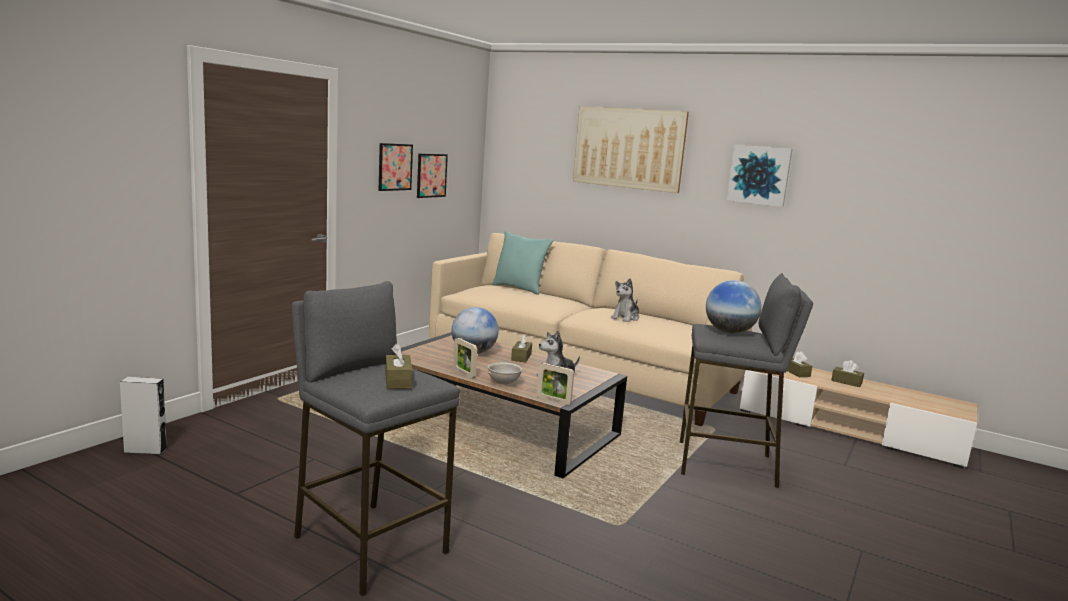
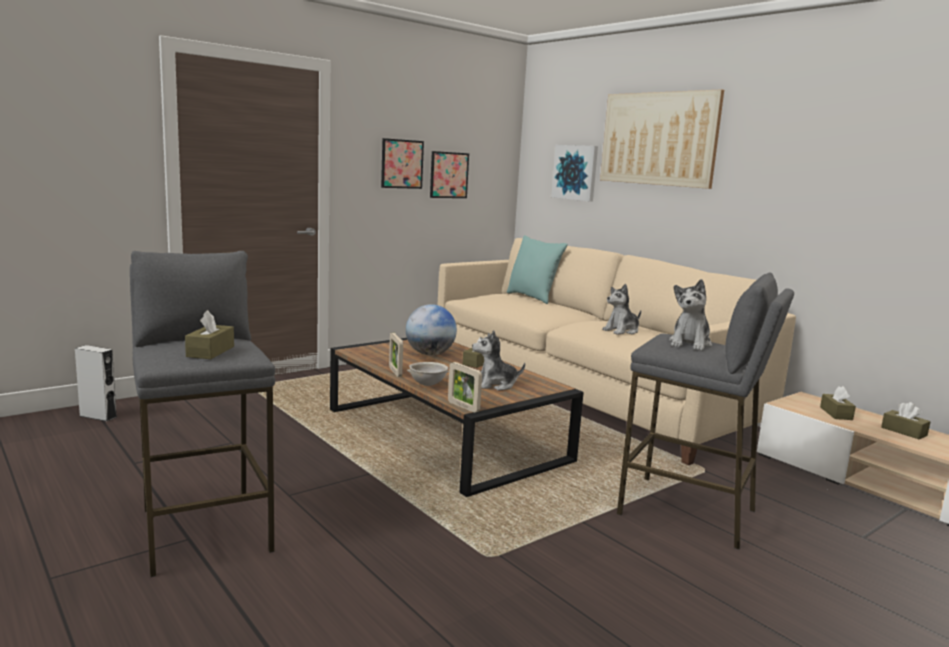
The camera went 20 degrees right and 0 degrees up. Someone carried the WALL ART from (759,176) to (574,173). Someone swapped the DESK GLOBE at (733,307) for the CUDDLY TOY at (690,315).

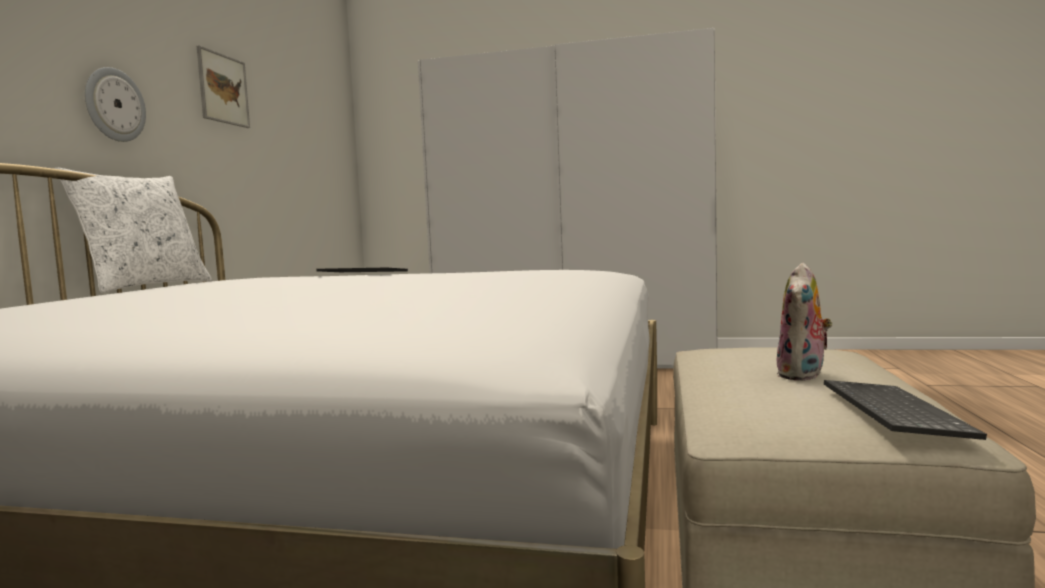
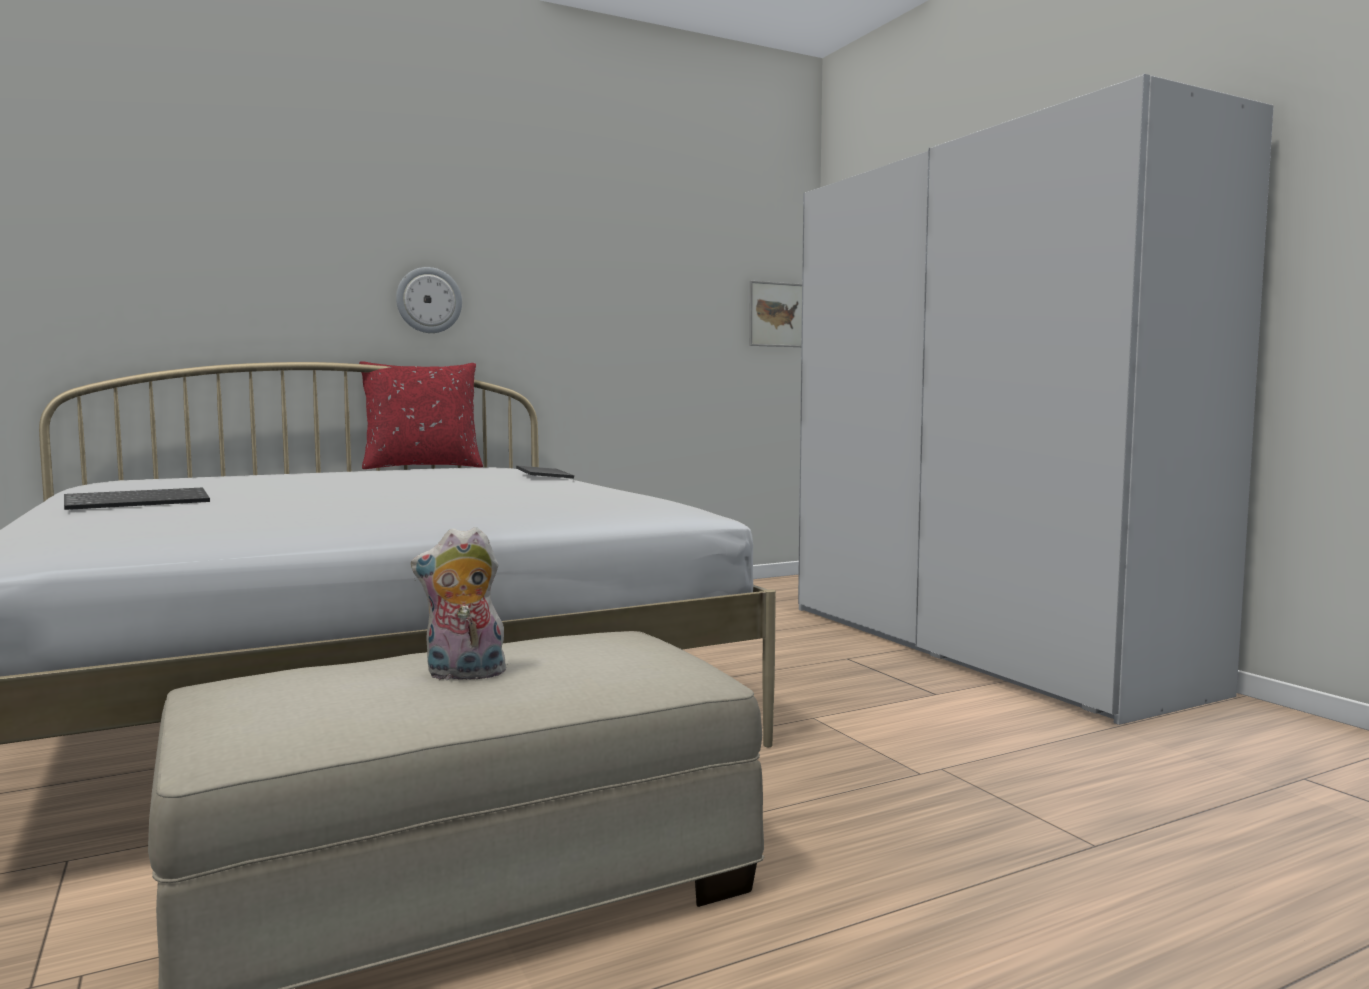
The camera went 50 degrees right and 0 degrees up. Someone carried the WALL ART from (223,86) to (775,314). Someone carried the KEYBOARD from (905,410) to (137,498). Someone repainted the WHITE THROW PILLOW at (133,230), which became the RED THROW PILLOW at (421,415).

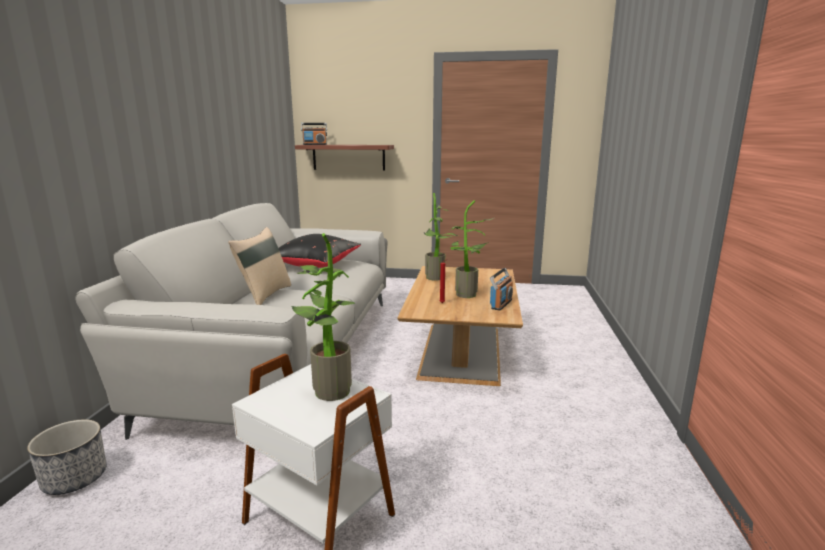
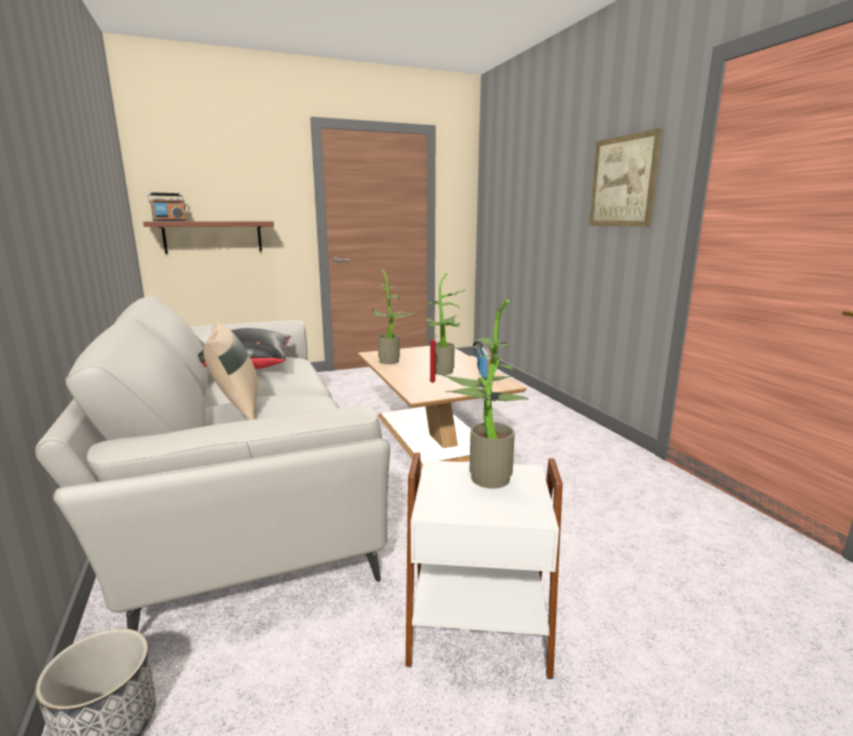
The camera went 30 degrees left and 0 degrees up. Someone put up the WALL ART at (625,177).

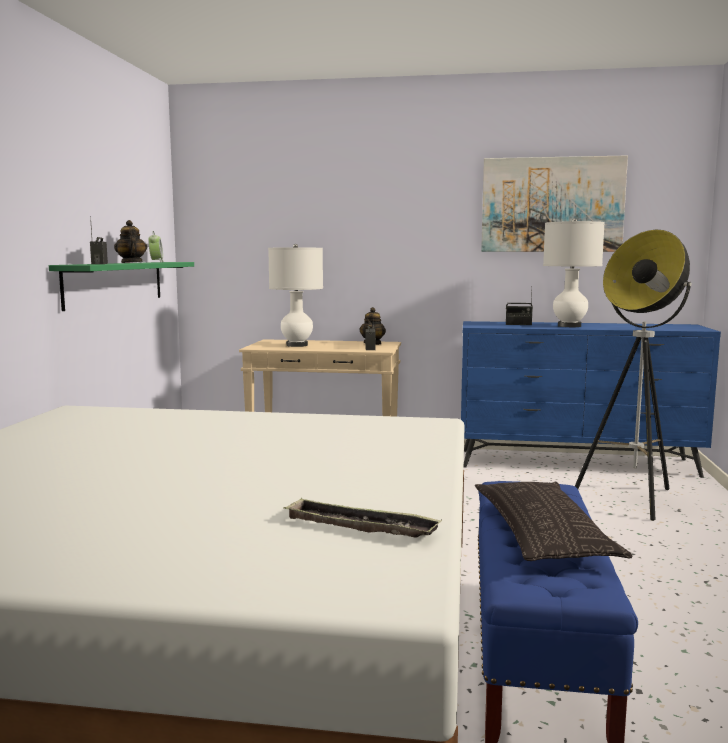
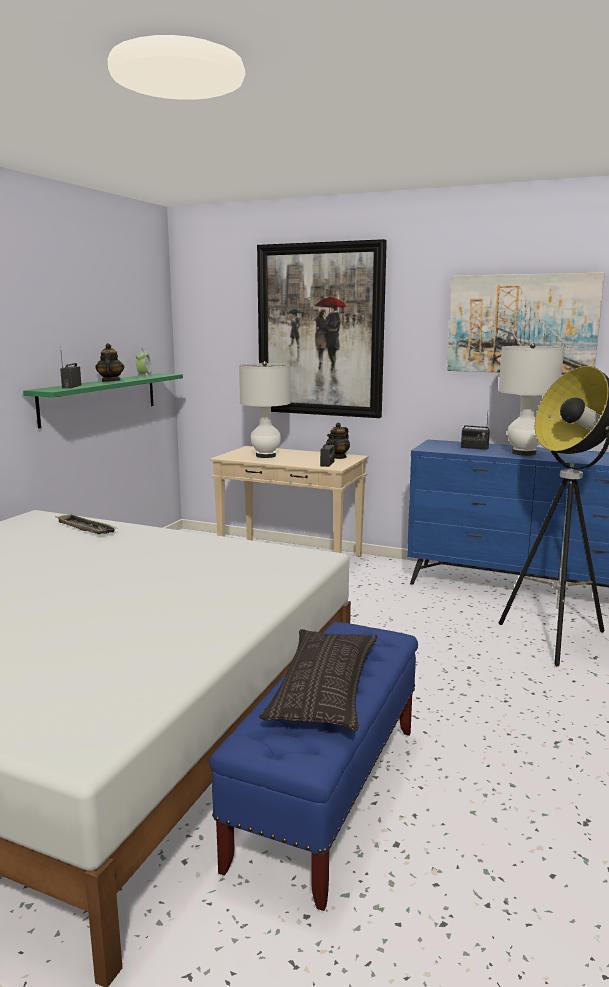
The camera went 15 degrees right and 5 degrees up. Someone put up the WALL ART at (322,328). Someone carried the TRAY from (362,518) to (86,523).

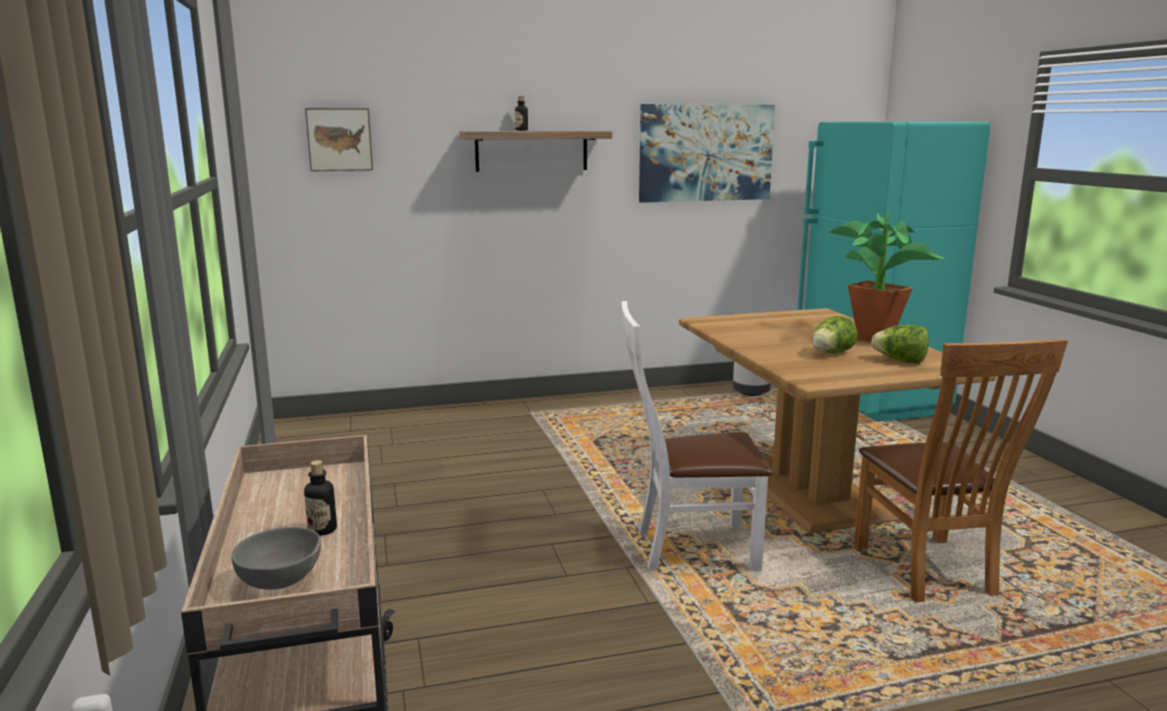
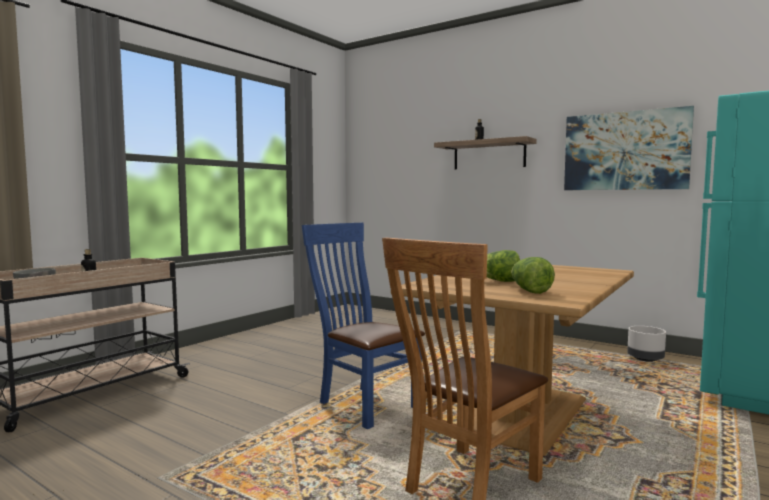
The camera went 50 degrees right and 10 degrees down. Someone took away the WALL ART at (339,139). Someone took away the PLANT IN A POT at (885,276). Someone repainted the WHITE CHAIR at (697,436), which became the BLUISH CHAIR at (363,326).

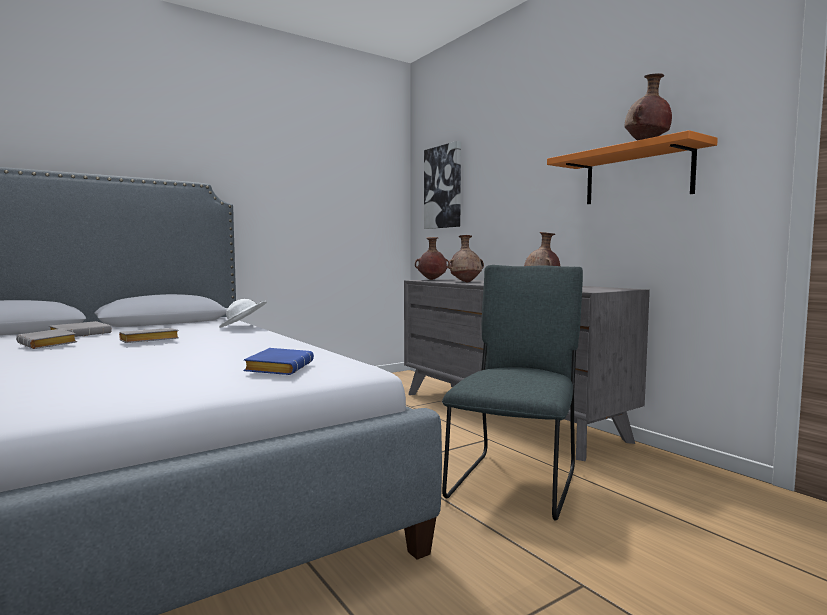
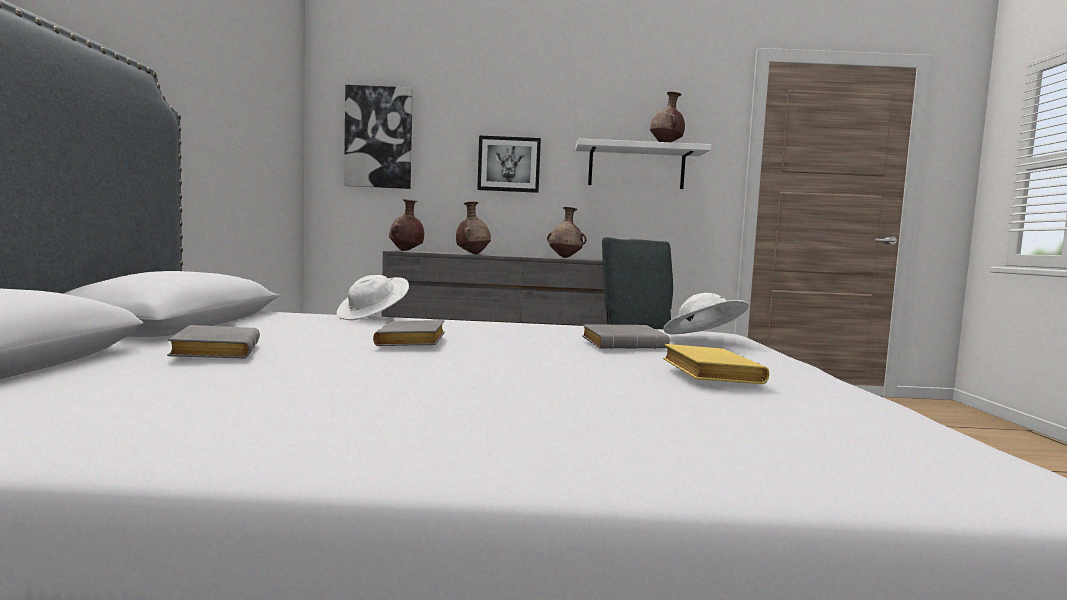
The camera went 55 degrees left and 0 degrees up. Someone put up the WALL ART at (509,164). Someone put down the YELLOW BOUND BOOK at (716,364). Someone carried the GREY BOUND BOOK from (46,339) to (625,336). Someone swapped the BLUISH BOUND BOOK at (278,361) for the WHITE WEARABLE HAT at (706,314). Someone repainted the ORANGE BRACKET SHELF at (632,167), which became the WHITE BRACKET SHELF at (643,164).

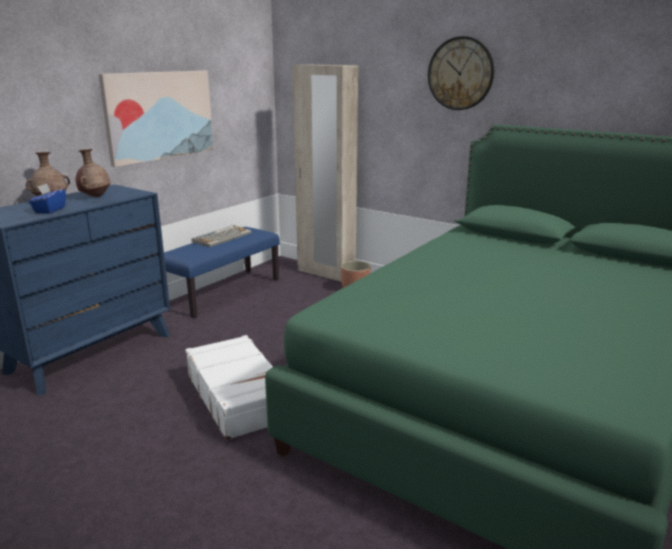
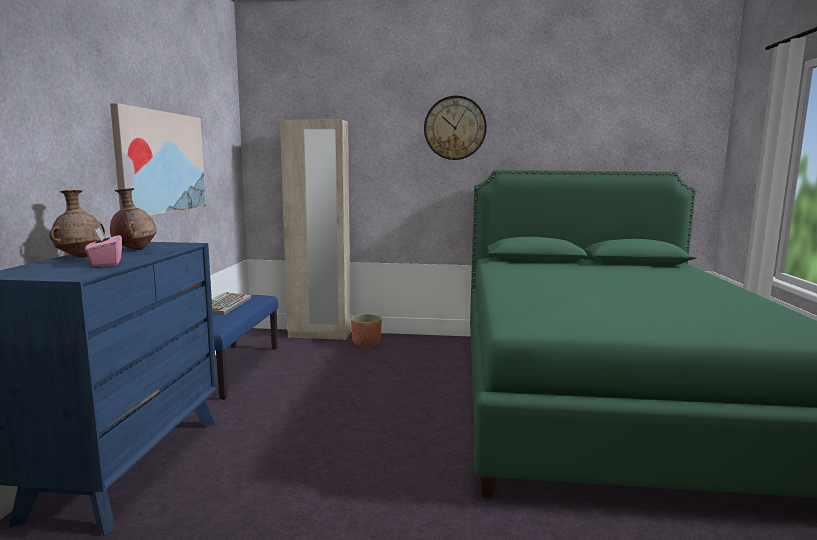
The camera went 30 degrees left and 10 degrees down. Someone took away the WHITE PIECE OF LUGGAGE at (229,387). Someone repainted the BLUISH TISSUE HOLDER at (47,198), which became the PINK-COLOURED TISSUE HOLDER at (103,247).

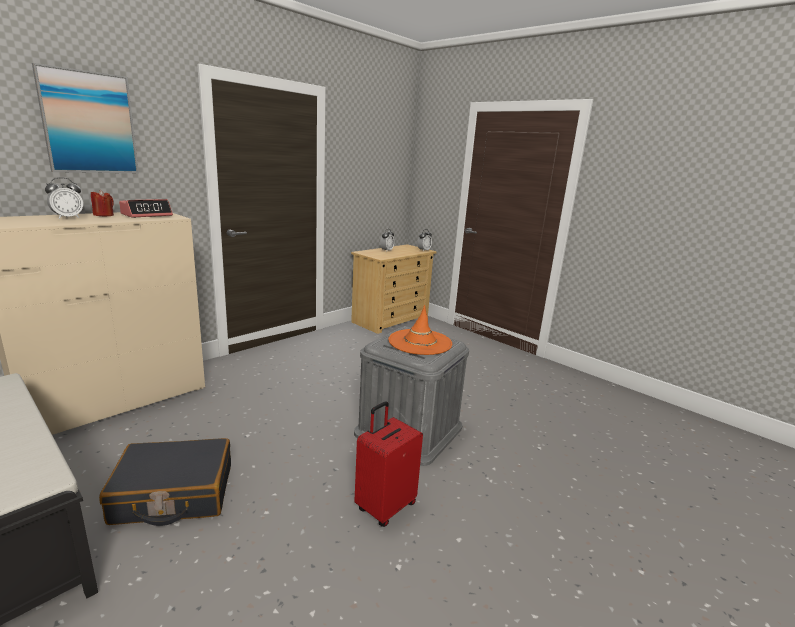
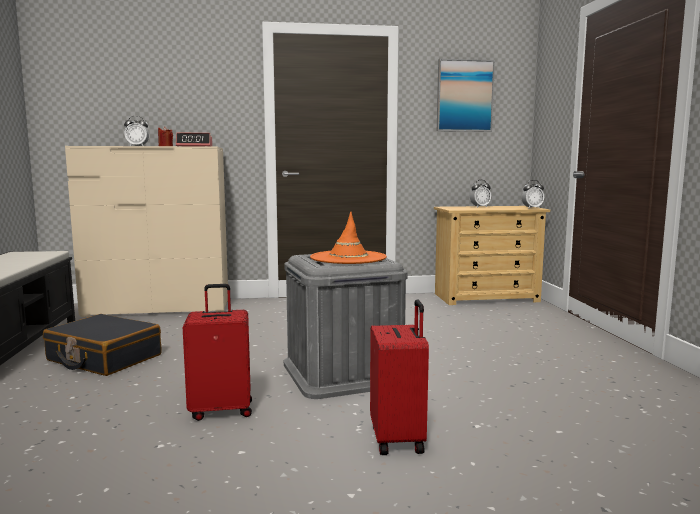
The camera went 40 degrees right and 10 degrees down. Someone put down the RED PIECE OF LUGGAGE at (399,377). Someone carried the WALL ART from (85,118) to (466,95).

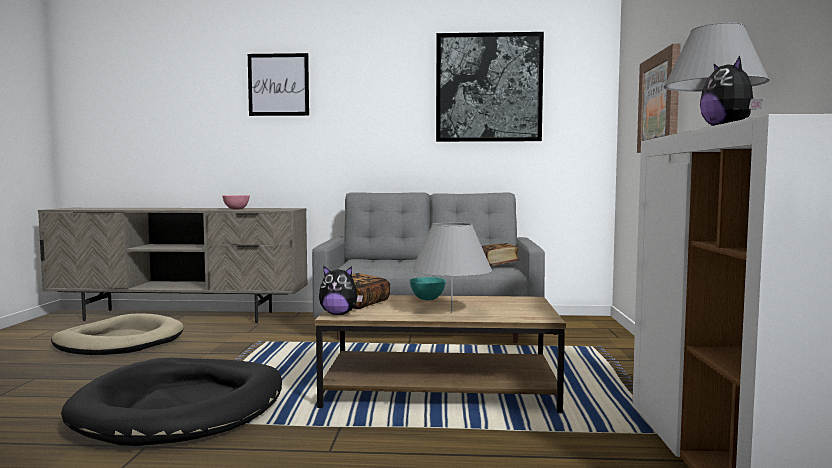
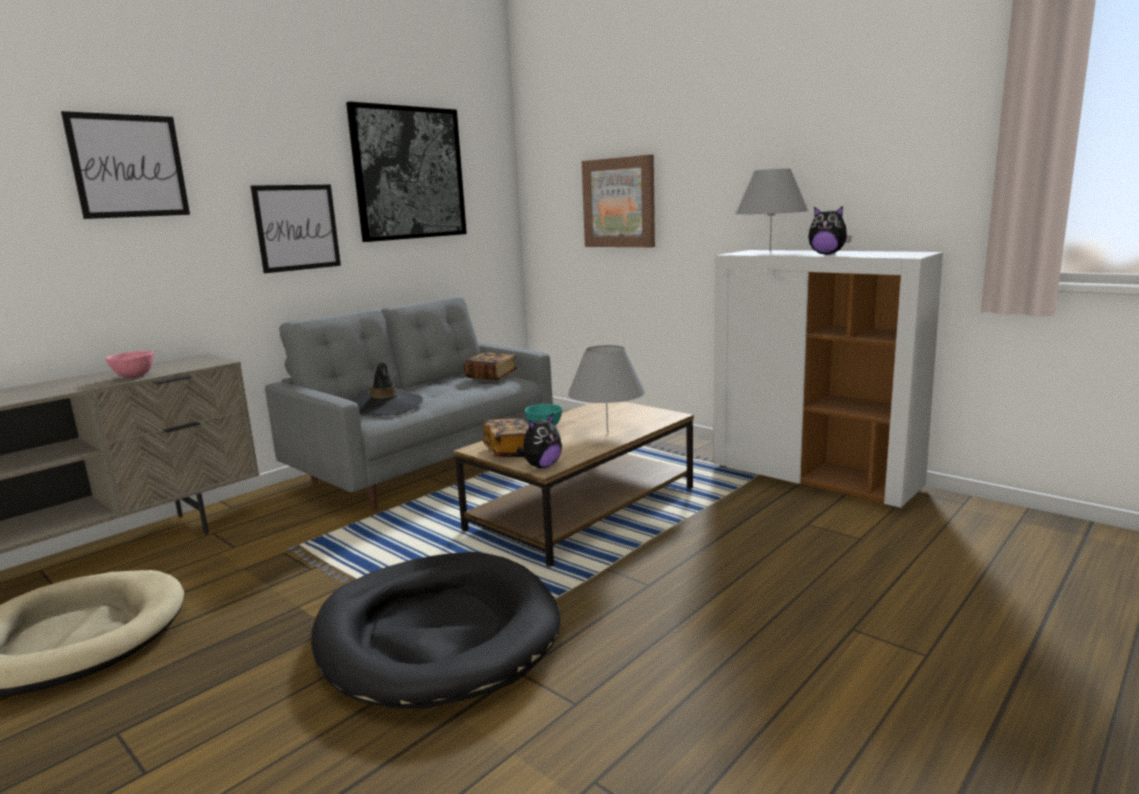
The camera went 50 degrees left and 10 degrees up. Someone put up the WALL ART at (296,229). Someone put down the BLACK-COLOURED WEARABLE HAT at (387,388).

